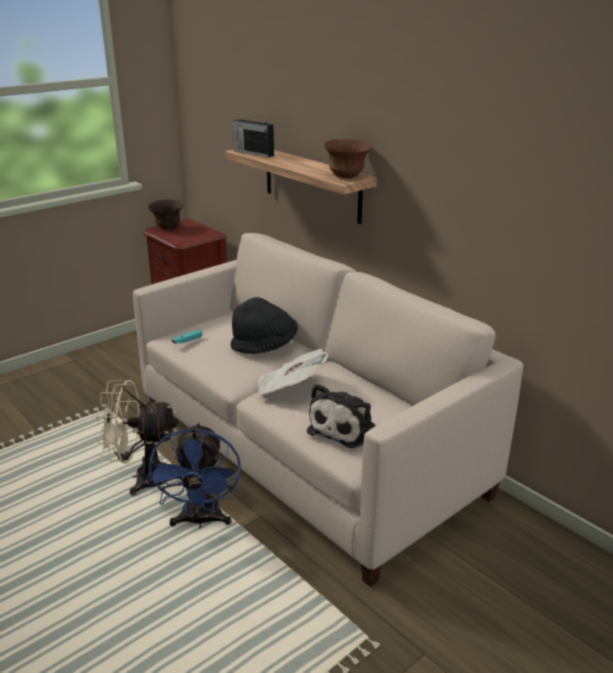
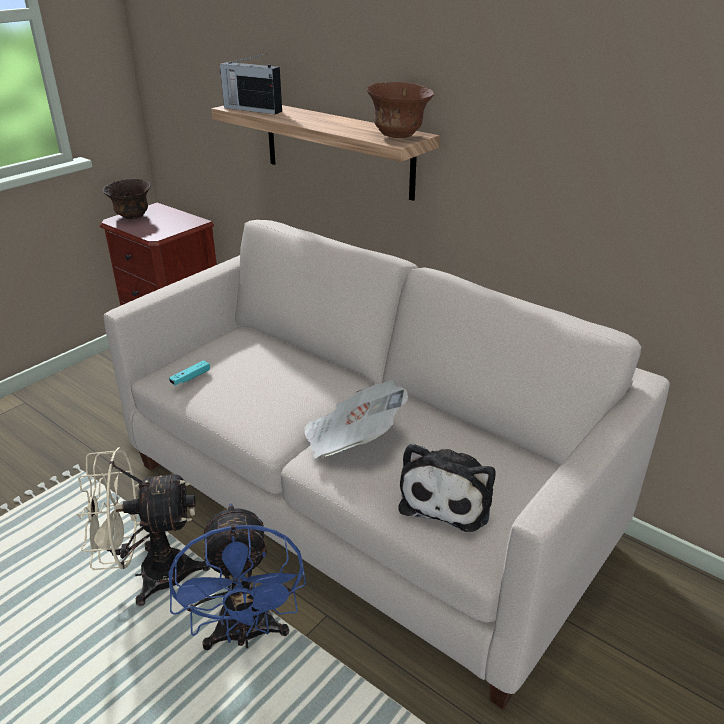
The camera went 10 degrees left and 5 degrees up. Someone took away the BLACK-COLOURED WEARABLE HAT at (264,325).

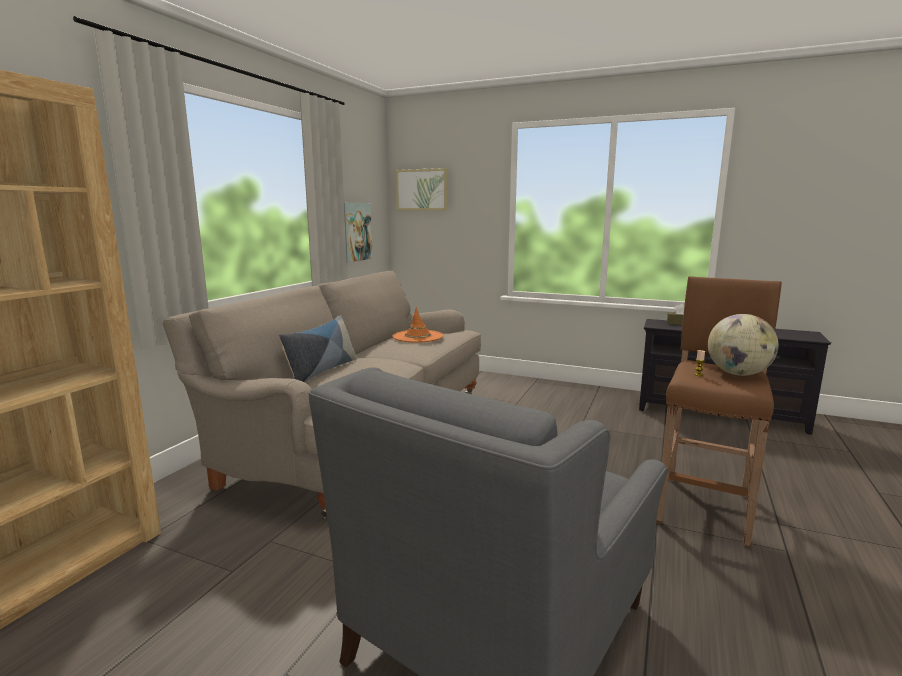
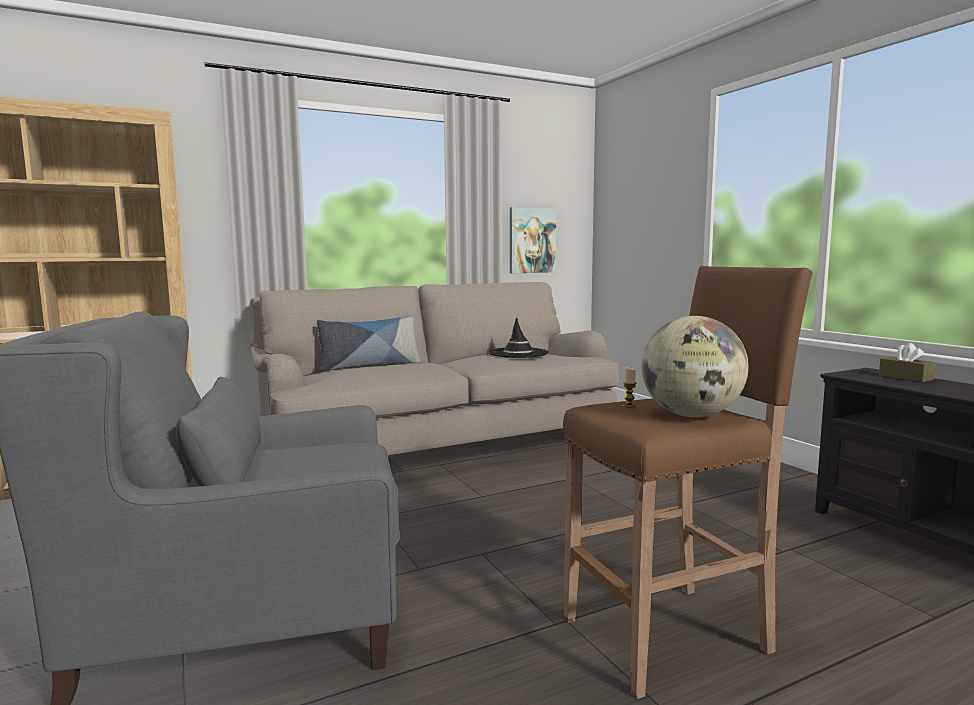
The camera went 40 degrees right and 5 degrees down. Someone took away the WALL ART at (422,189). Someone repainted the ORANGE WEARABLE HAT at (418,325), which became the BLACK-COLOURED WEARABLE HAT at (518,337).

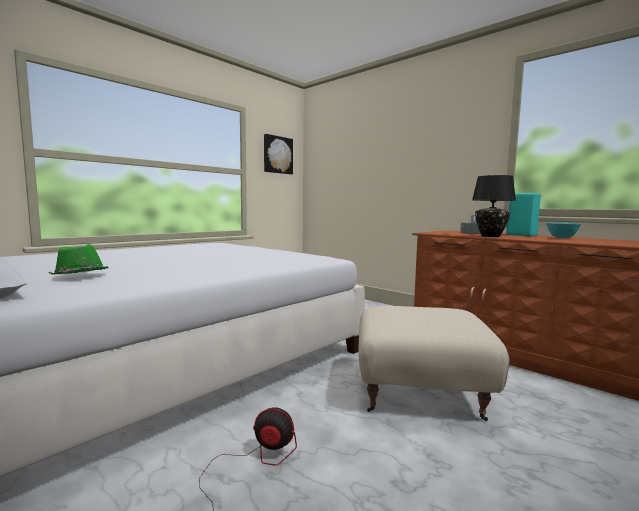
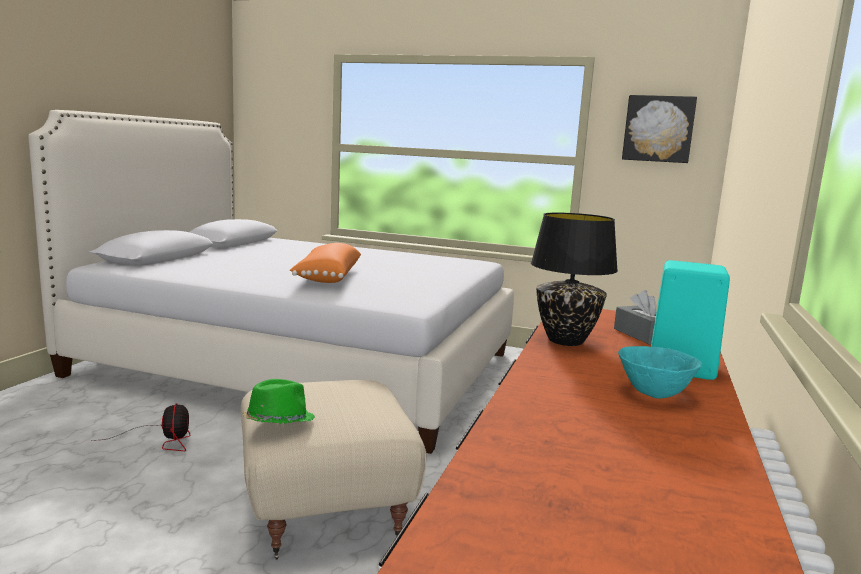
The camera went 65 degrees right and 5 degrees up. Someone put down the ORANGE THROW PILLOW at (325,263). Someone carried the GREEN-COLOURED WEARABLE HAT from (78,259) to (279,401).

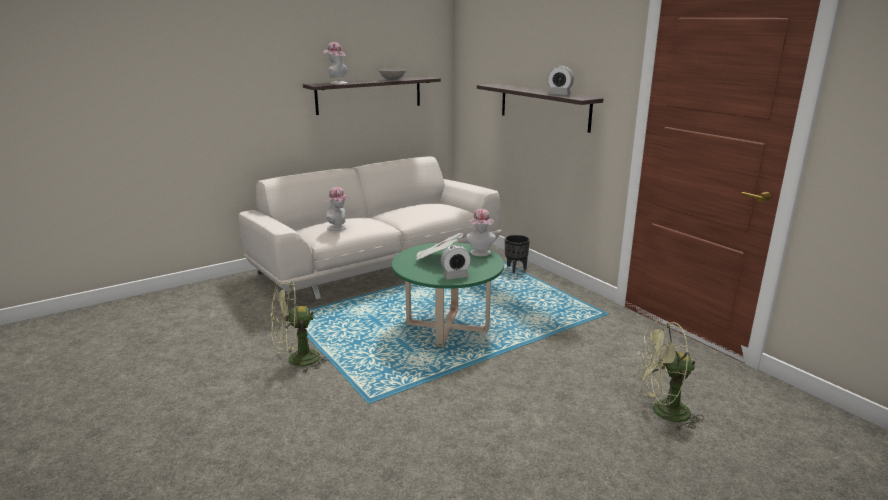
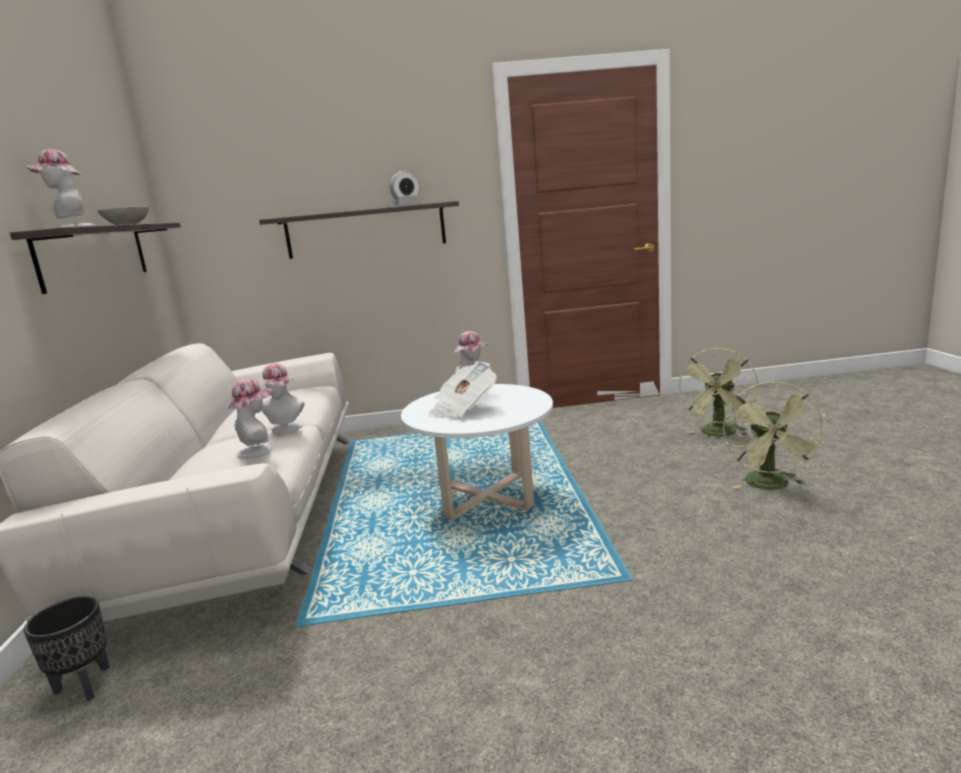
The camera went 60 degrees left and 5 degrees down. Someone took away the TABLE CLOCK at (456,262). Someone put down the WEARABLE HAT at (281,398). Someone carried the GREEN-COLOURED COOLING FAN from (300,327) to (774,435). Someone carried the BLACK-COLOURED PLANT POT from (517,254) to (67,648). Someone repainted the GREEN-COLOURED COFFEE TABLE at (448,294), which became the WHITE COFFEE TABLE at (477,452).

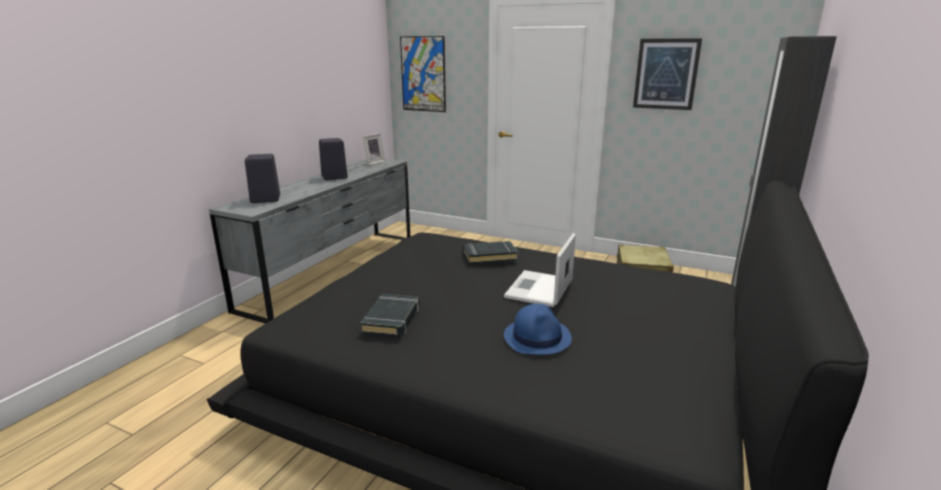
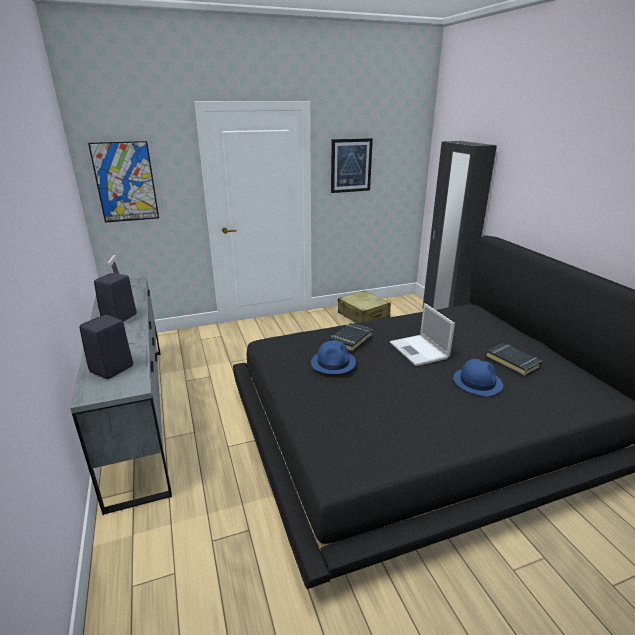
The camera went 45 degrees left and 5 degrees up. Someone put down the BLUISH WEARABLE HAT at (333,357). Someone carried the BLACK-COLOURED BOUND BOOK from (390,315) to (513,360).

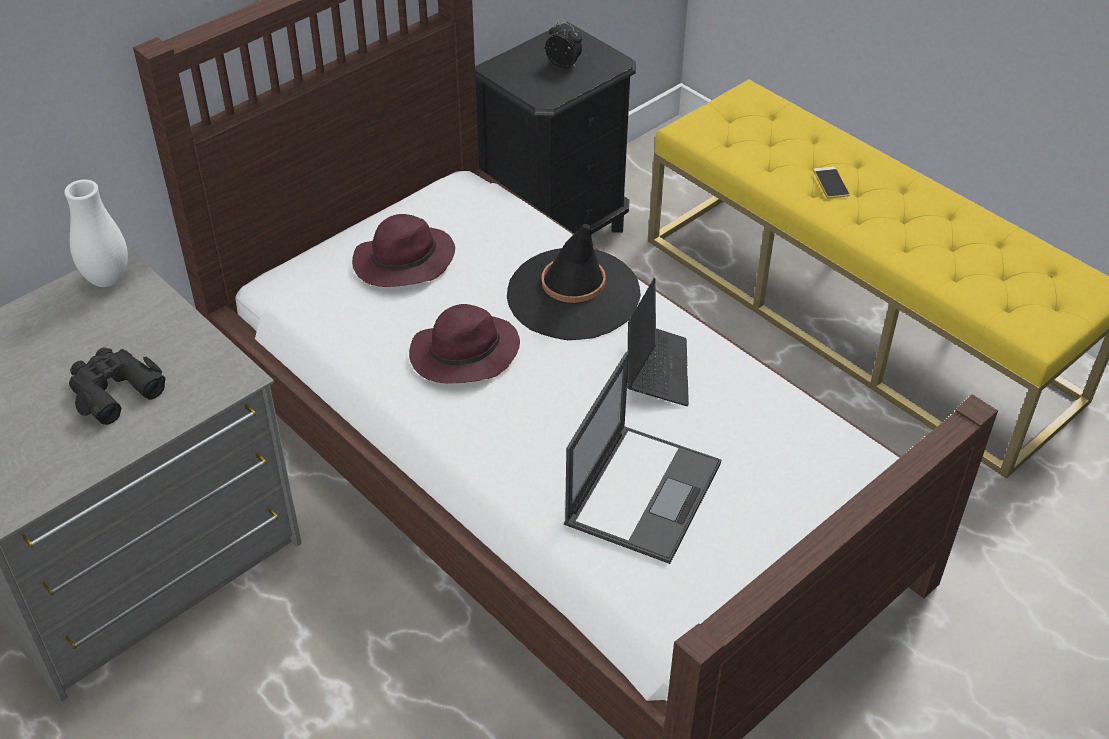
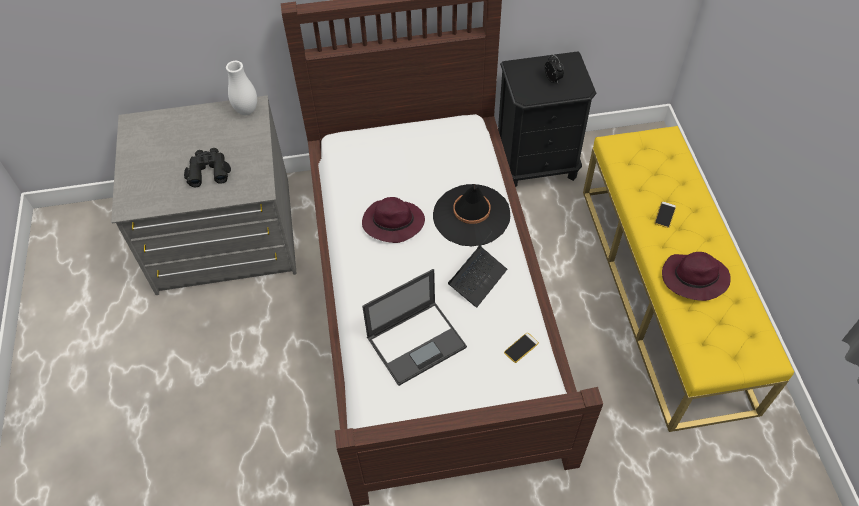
The camera went 35 degrees right and 10 degrees up. Someone put down the PHONE at (521,348). Someone carried the PURPLISH WEARABLE HAT from (403,250) to (696,276).

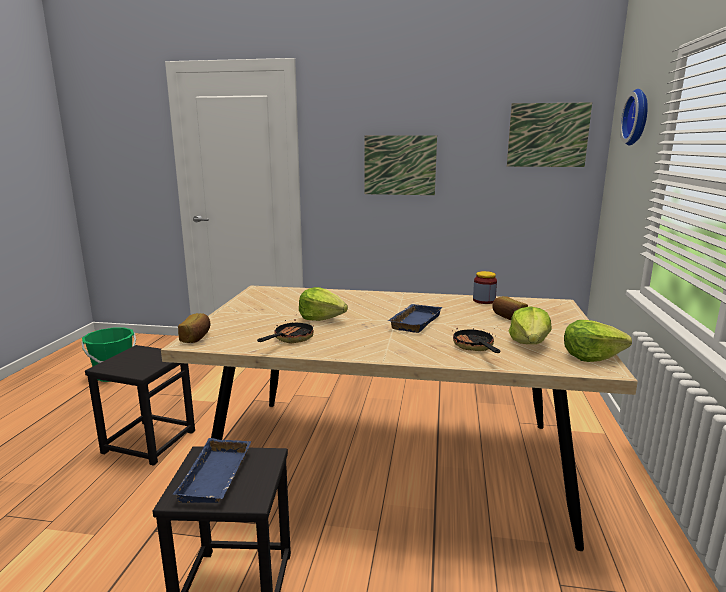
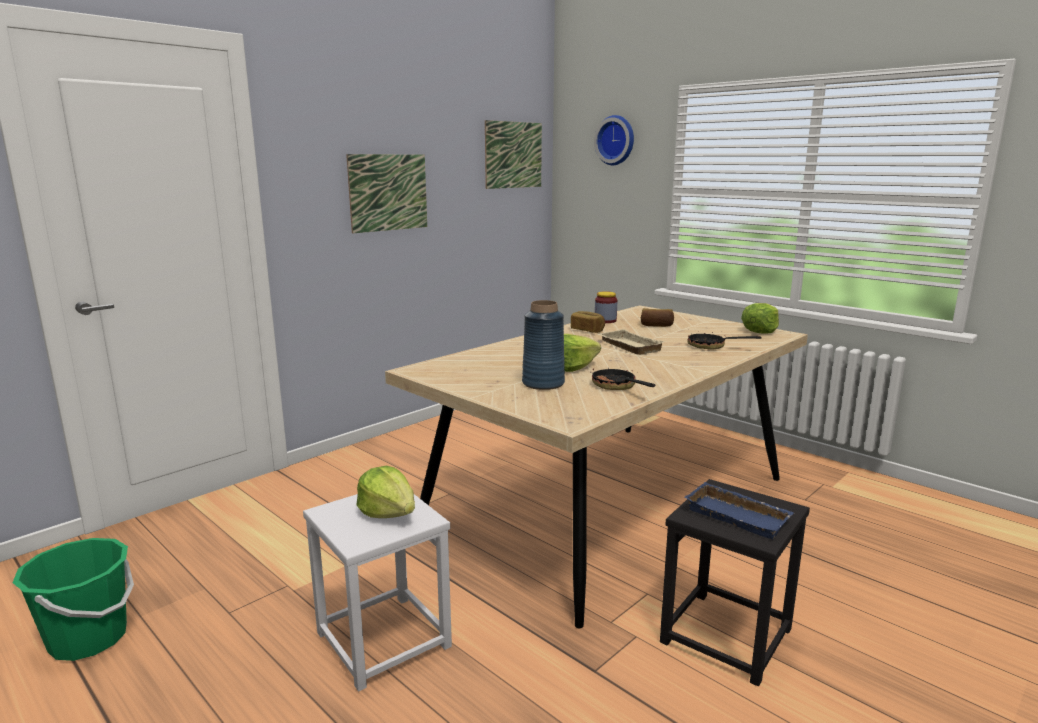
The camera went 55 degrees left and 0 degrees up. Someone put down the BLUISH FLOWER VASE at (543,345). Someone carried the BREAD from (194,328) to (588,322). Someone carried the LETTUCE HEAD from (530,325) to (385,492). Someone repainted the BLACK-COLOURED STOOL at (140,405), which became the WHITE STOOL at (377,592). Someone repainted the BLUISH TRAY at (415,318), which became the BEIGE-COLOURED TRAY at (632,342).

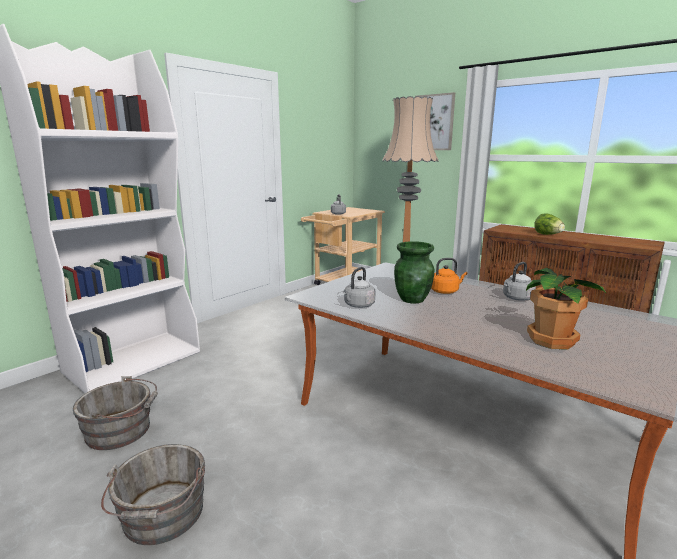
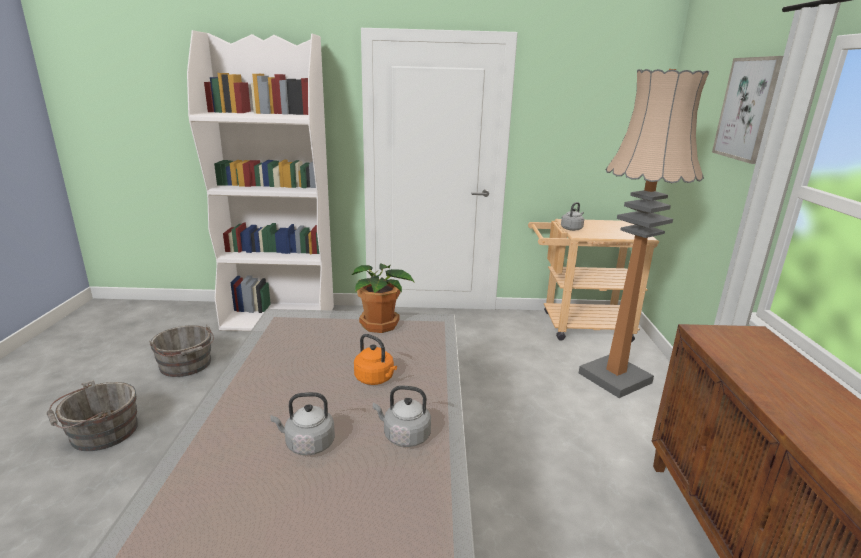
The camera went 50 degrees right and 5 degrees up. Someone took away the GREEN-COLOURED FLOWER VASE at (414,272). Someone took away the LETTUCE HEAD at (549,224). Someone carried the GREY TEA KETTLE from (359,287) to (302,423). Someone carried the PLANT IN A POT from (566,308) to (384,298).

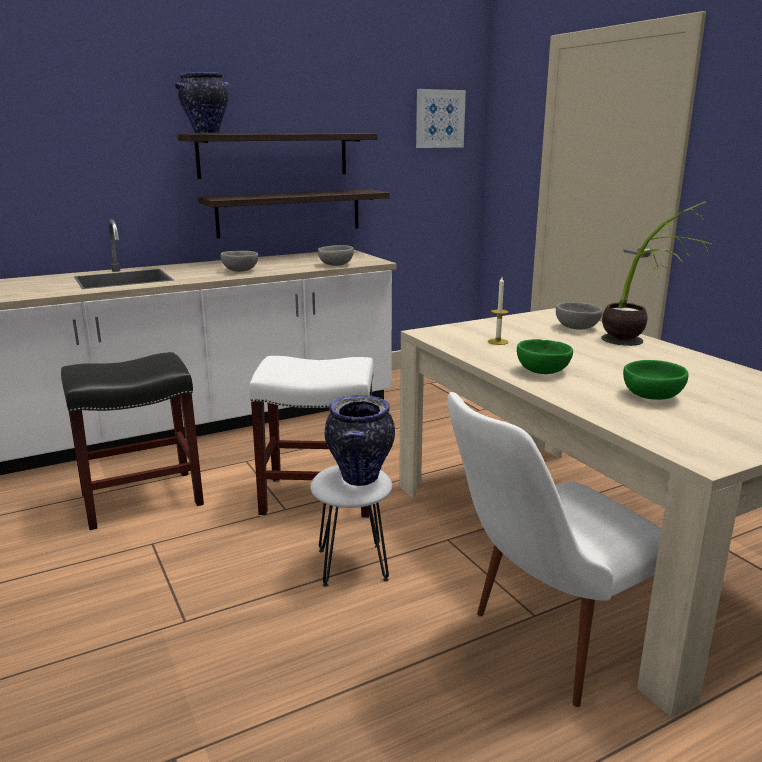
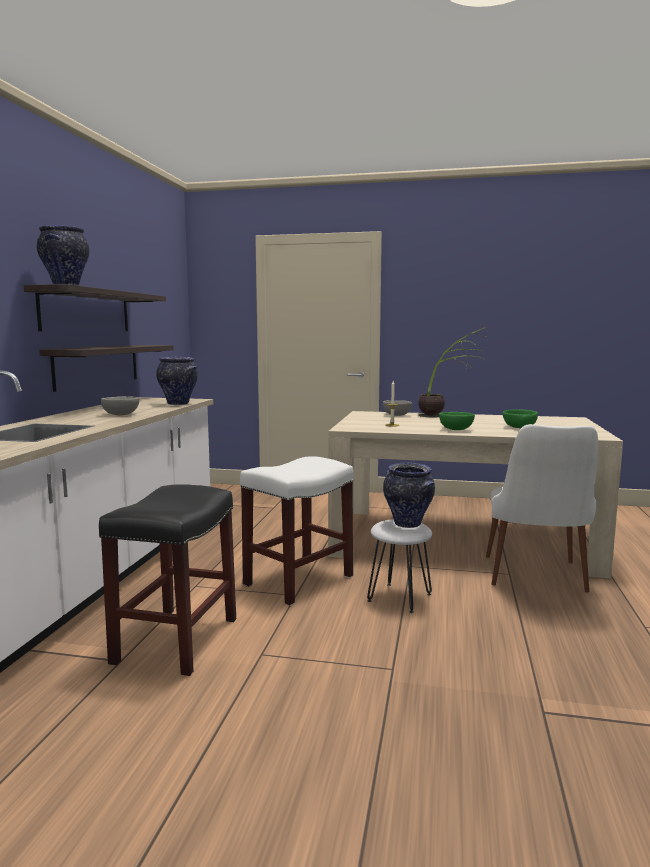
The camera went 50 degrees left and 10 degrees down. Someone took away the WALL ART at (441,118). Someone swapped the GREY SERVING BOWL at (336,255) for the FLOWER VASE at (177,381).

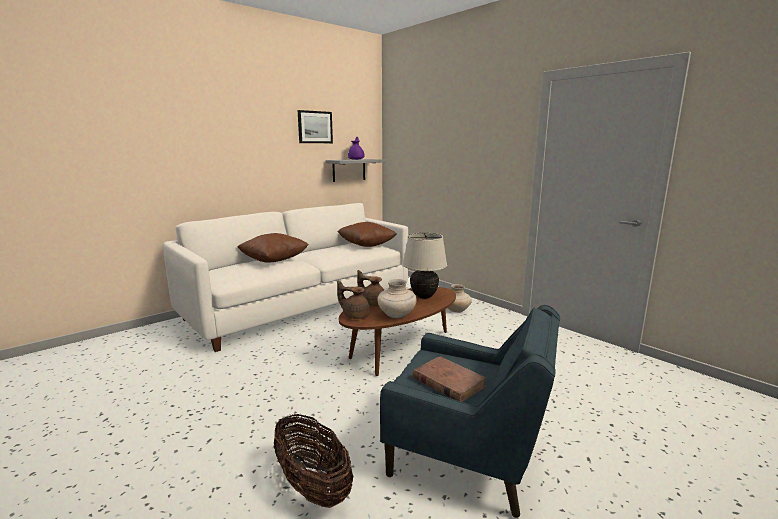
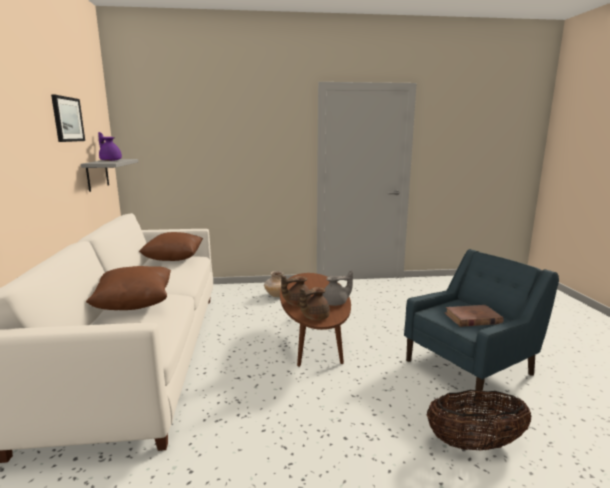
The camera went 55 degrees left and 0 degrees up. Someone took away the BEIGE-COLOURED TABLETOP LAMP at (424,266). Someone swapped the BEIGE-COLOURED FLOWER VASE at (397,298) for the GREY TEAPOT at (337,288).

